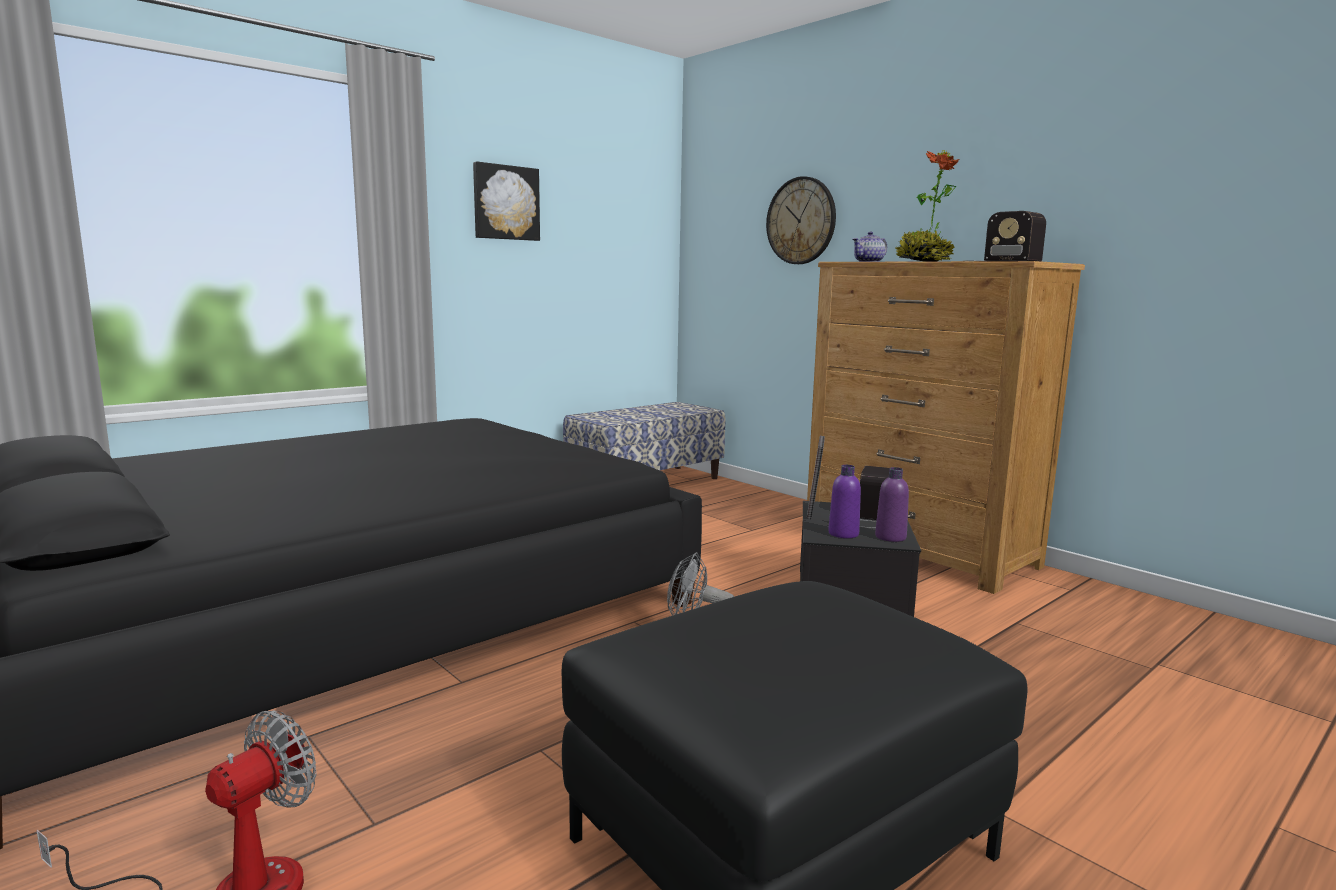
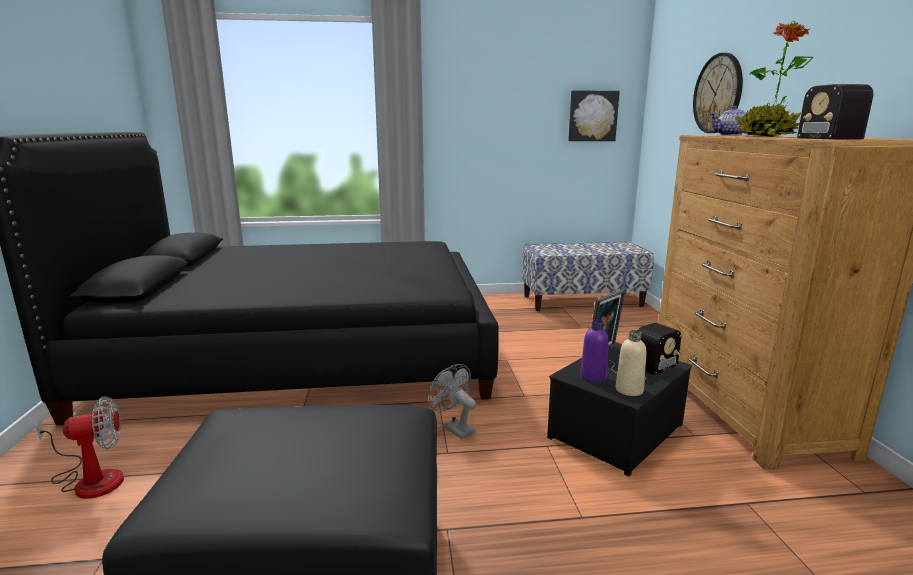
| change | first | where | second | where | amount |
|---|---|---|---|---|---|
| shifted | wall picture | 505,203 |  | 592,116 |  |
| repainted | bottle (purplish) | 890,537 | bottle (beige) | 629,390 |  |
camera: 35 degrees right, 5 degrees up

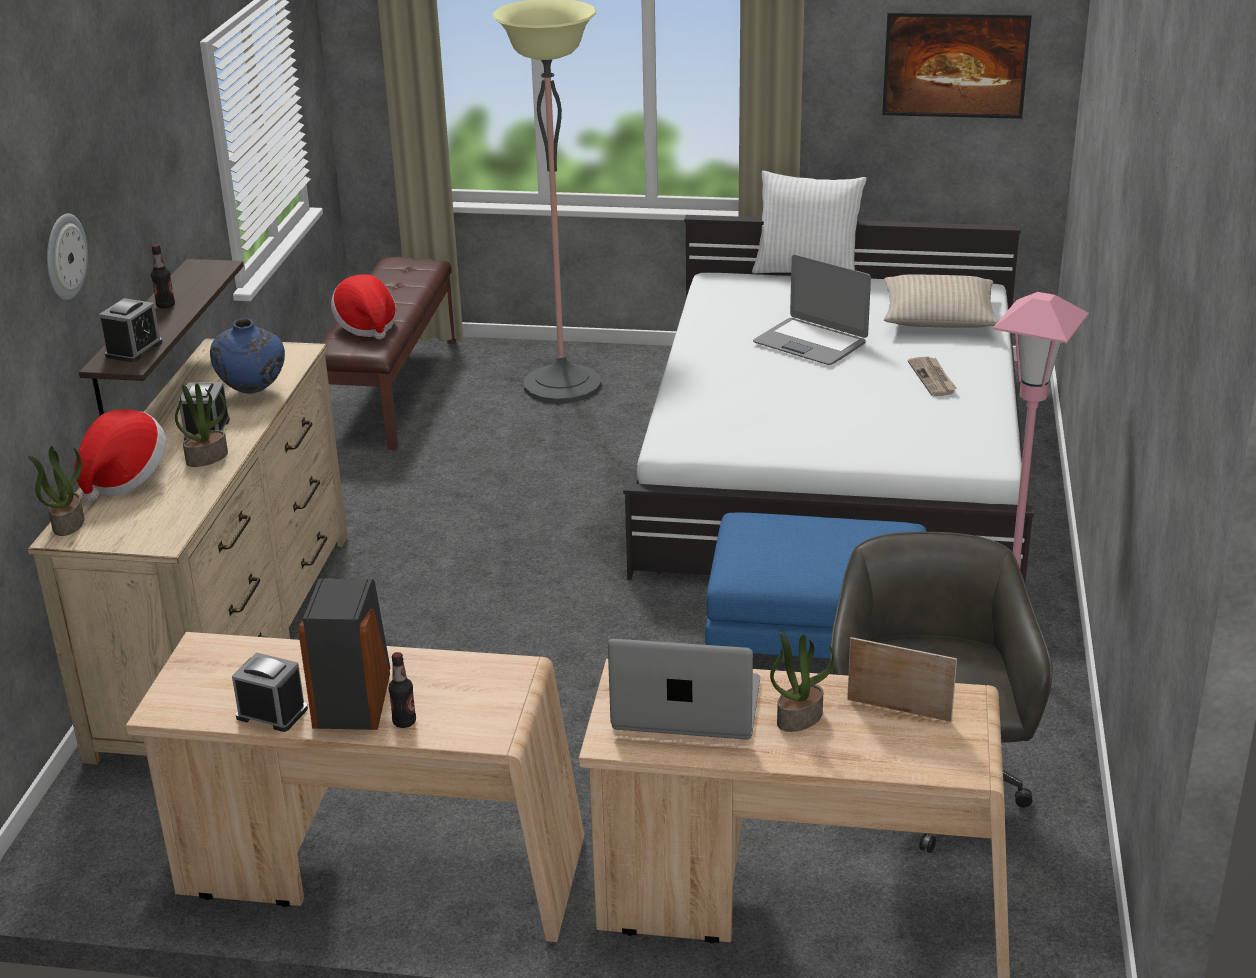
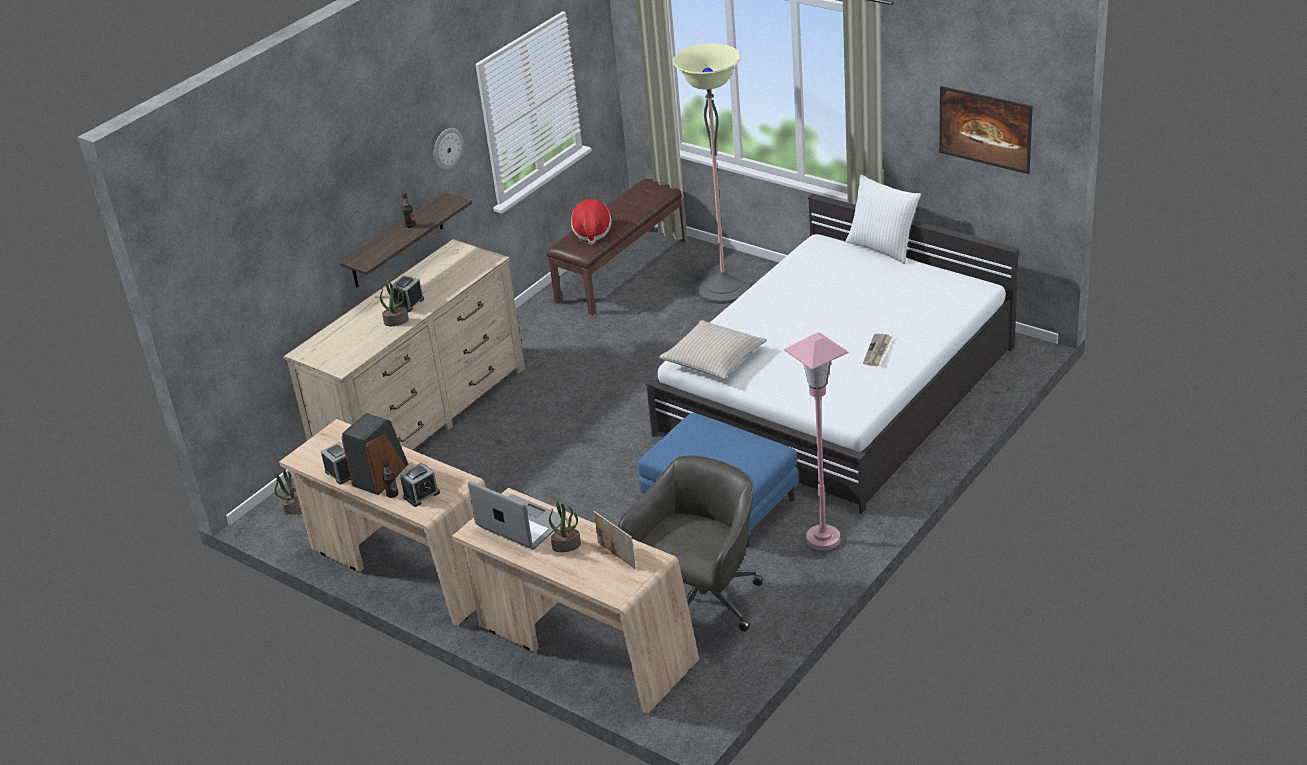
| change | first | where | second | where | amount |
|---|---|---|---|---|---|
| shifted | wall clock | 64,256 |  | 447,148 |  |
| gone | portable computer | 810,343 |  |  |  |
| shifted | pillow (beige) | 938,316 |  | 713,359 |  |
| shifted | bedside clock | 134,349 |  | 421,495 |  |
| gone | flower vase (bluish) | 253,391 |  |  |  |
| gone | clothing hat | 124,478 |  |  |  |
| shifted | potted plant | 68,523 |  | 293,506 |  |
camera: 30 degrees right, 5 degrees up

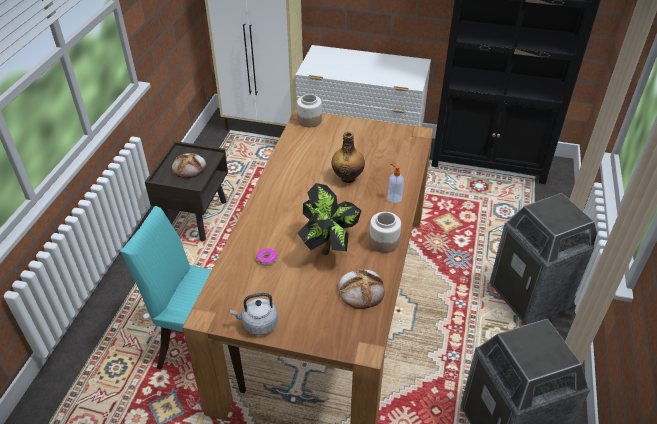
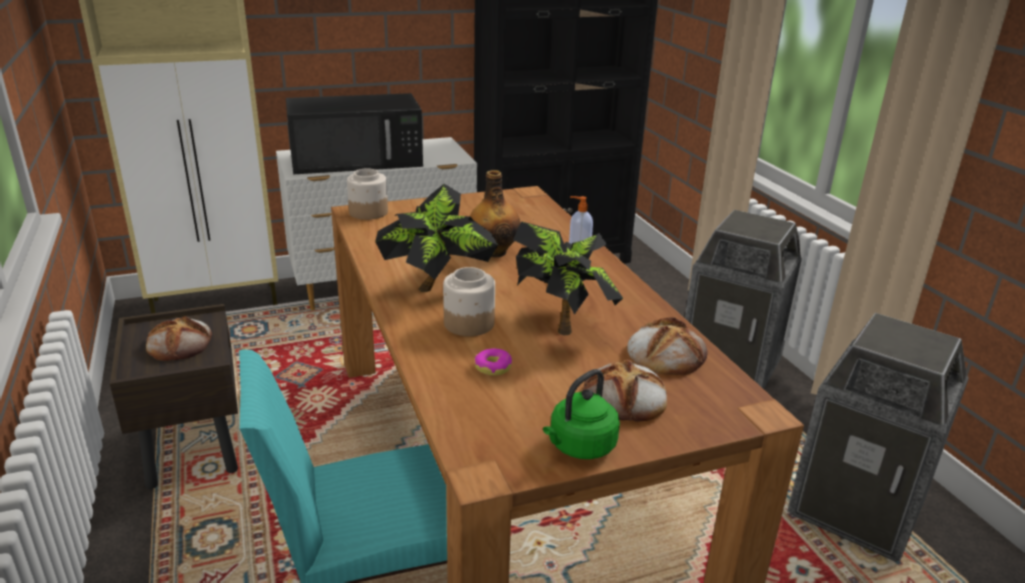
| change | first | where | second | where | amount |
|---|---|---|---|---|---|
| shifted | jar | 383,242 |  | 468,323 |  |
| repainted | water kettle (gray) | 258,324 | water kettle (green-coloured) | 580,447 |  |
| new |  |  | kitchen microwave (black-coloured) | 358,159 |  |
| new |  |  | potted plant | 438,286 |  |
| new |  |  | bakery bread | 625,399 |  |
camera: 35 degrees left, 15 degrees down

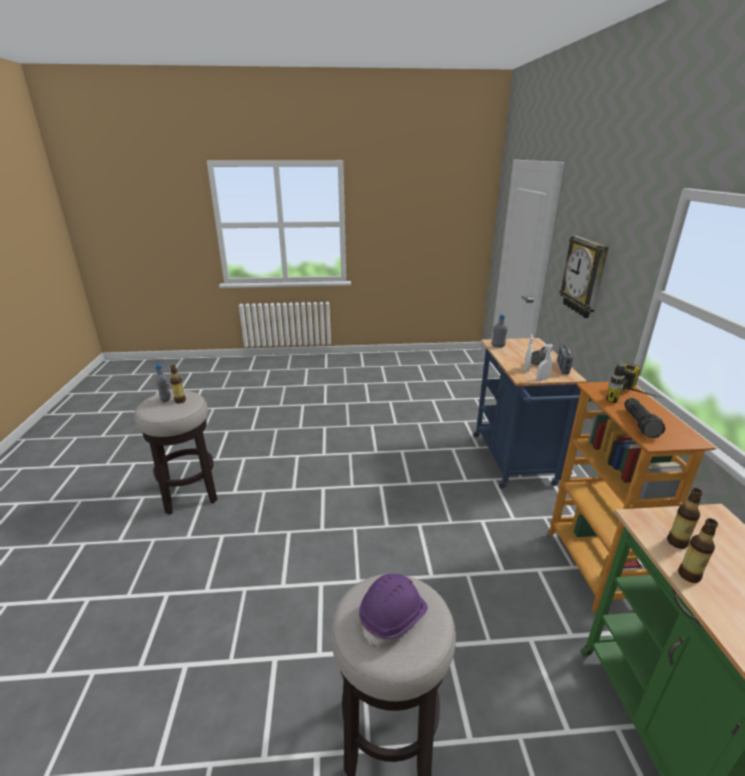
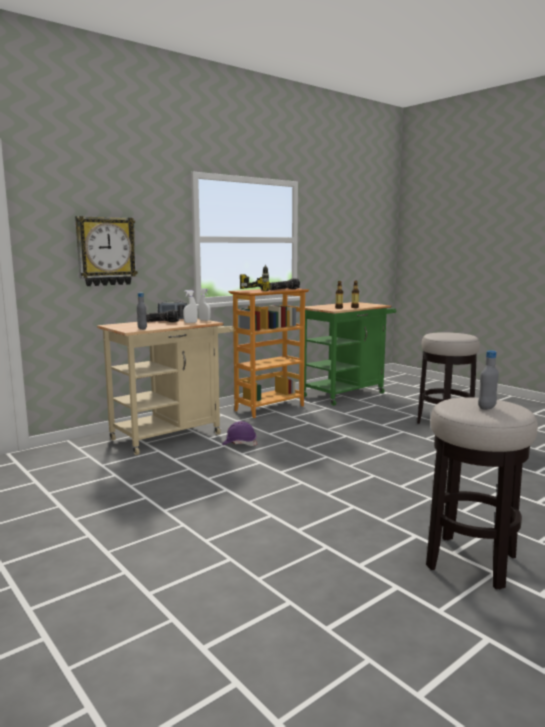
| change | first | where | second | where | amount |
|---|---|---|---|---|---|
| repainted | trolley (bluish) | 515,463 | trolley (beige) | 172,435 |  |
| gone | bottle | 180,401 |  |  |  |
| shifted | safety helmet (purplish) | 394,617 |  | 239,444 |  |
camera: 125 degrees left, 15 degrees down

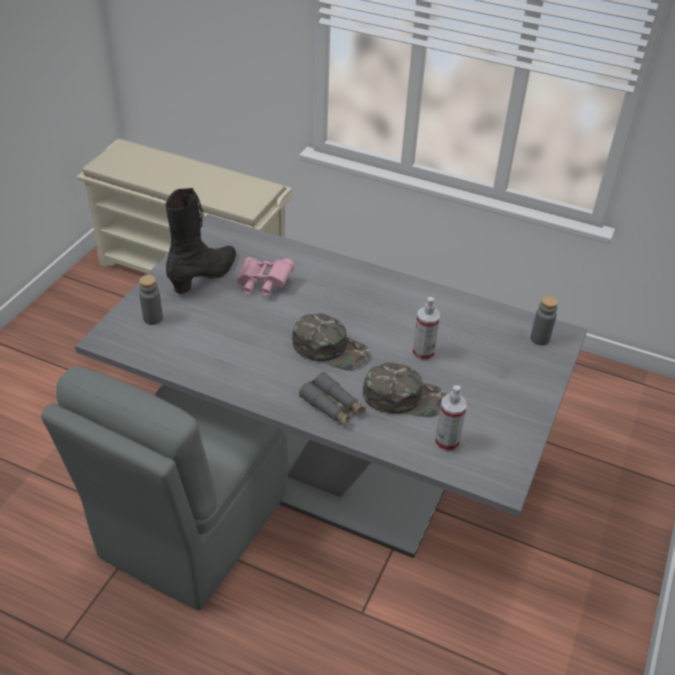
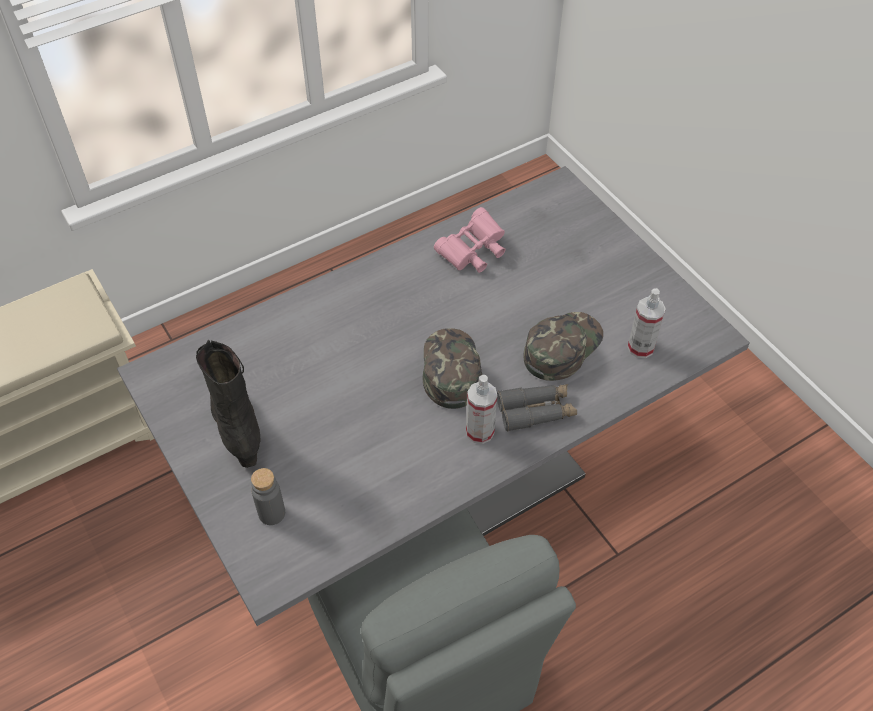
| change | first | where | second | where | amount |
|---|---|---|---|---|---|
| shifted | binoculars (pinkish) | 263,284 |  | 473,252 |  |
| gone | bottle (gray) | 539,339 |  |  |  |
| shifted | hand sprayer | 423,353 |  | 480,432 |  |
| rotated | cap (green-coloured) | 330,348 |  | 450,370 | 60 degrees counterclockwise |
camera: 55 degrees left, 10 degrees up

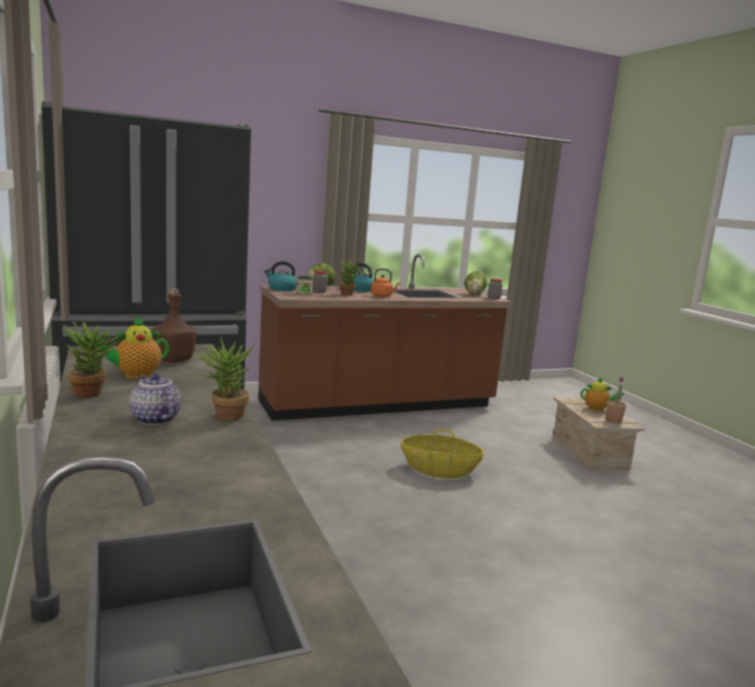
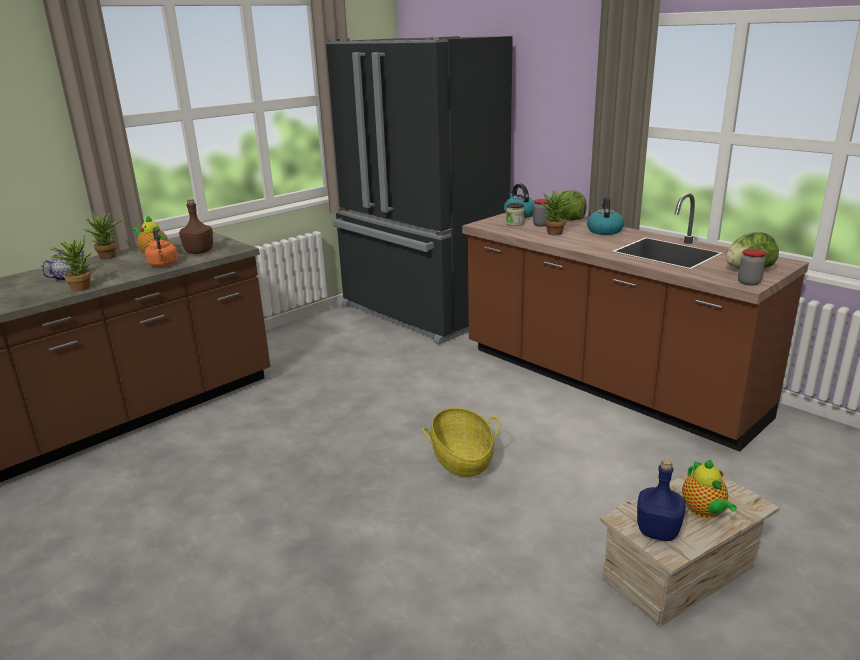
| change | first | where | second | where | amount |
|---|---|---|---|---|---|
| shifted | water kettle (orangey) | 382,296 |  | 163,265 |  |
| swapped | potted plant | 613,420 | bottle (bluish) | 658,531 |  |
camera: 70 degrees right, 10 degrees up

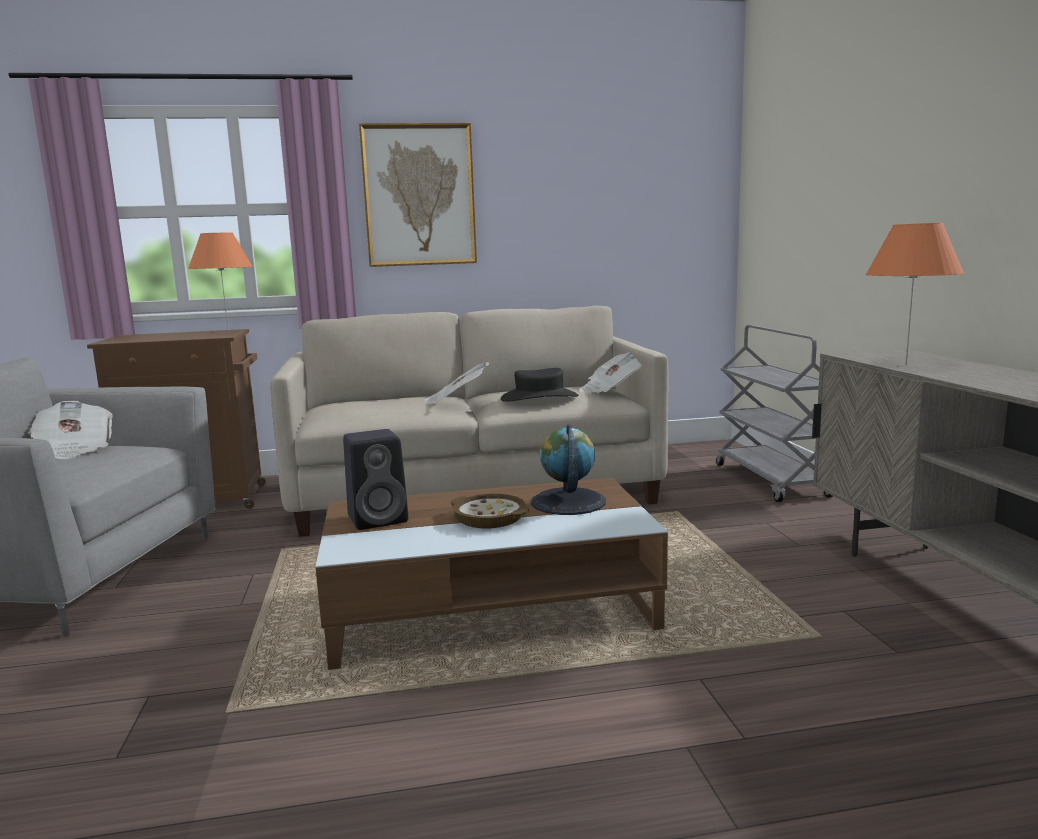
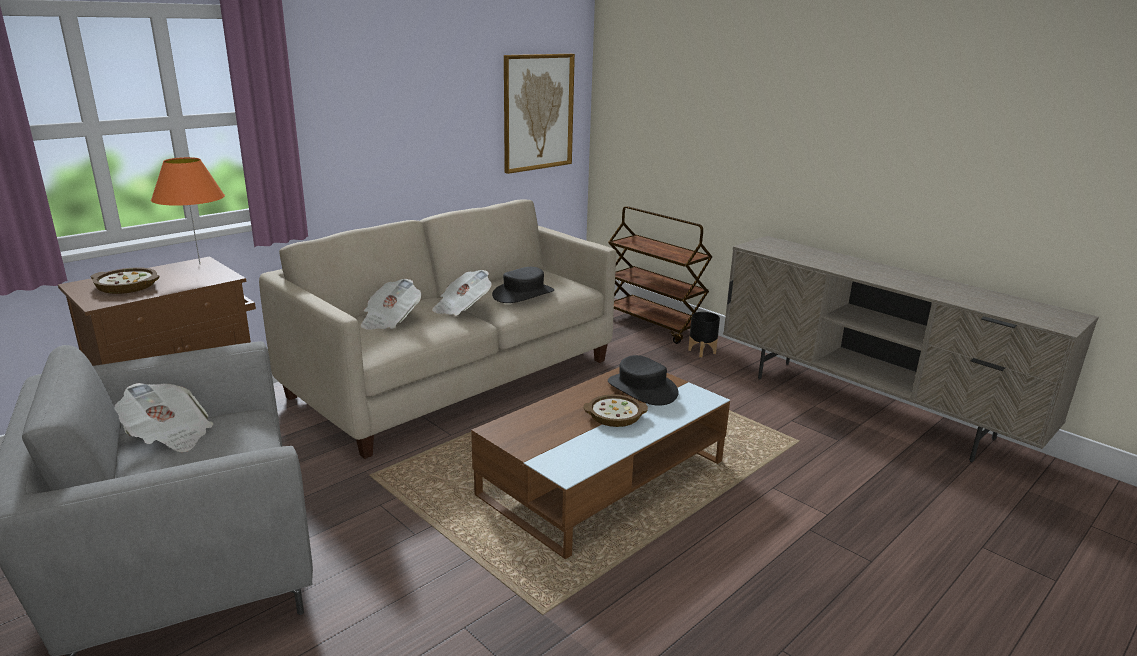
| change | first | where | second | where | amount |
|---|---|---|---|---|---|
| shifted | wall picture | 419,195 |  | 538,112 |  |
| gone | tabletop lamp (orangey) | 906,365 |  |  |  |
| repainted | trolley (gray) | 772,480 | trolley (brownish) | 653,324 |  |
| shifted | newspaper | 611,390 |  | 390,320 |  |
| swapped | desk globe | 568,502 | clothing hat (black-coloured) | 641,389 |  |
| gone | loudspeaker (black-coloured) | 380,519 |  |  |  |
| new |  |  | bowl | 127,286 |  |
| new |  |  | planter (black-coloured) | 701,351 |  |
camera: 35 degrees left, 10 degrees up

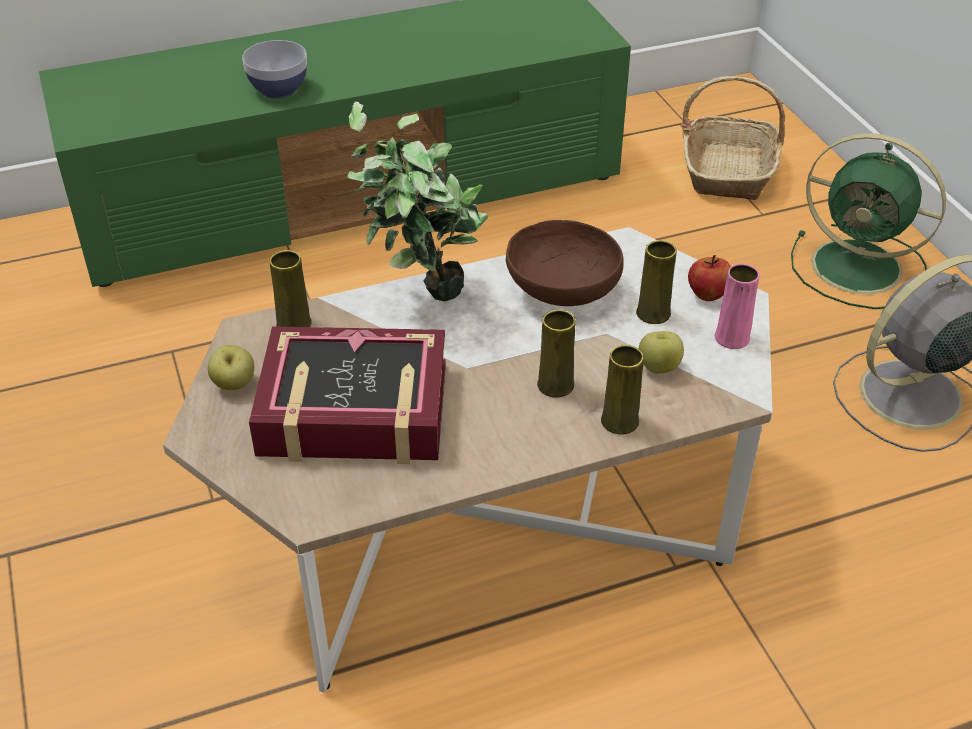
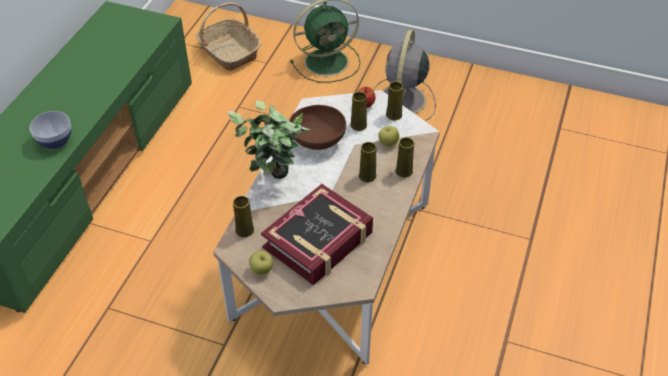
| change | first | where | second | where | amount |
|---|---|---|---|---|---|
| repainted | flower vase (pinkish) | 732,338 | flower vase (yellowish) | 394,115 |  |
camera: 50 degrees left, 5 degrees up

